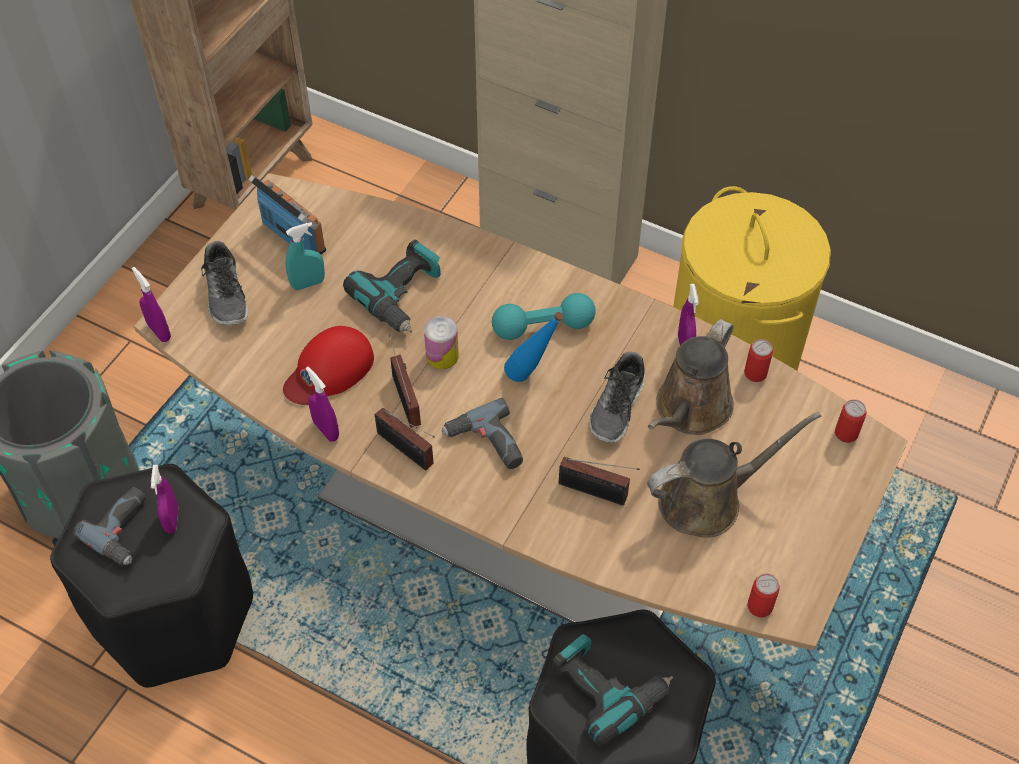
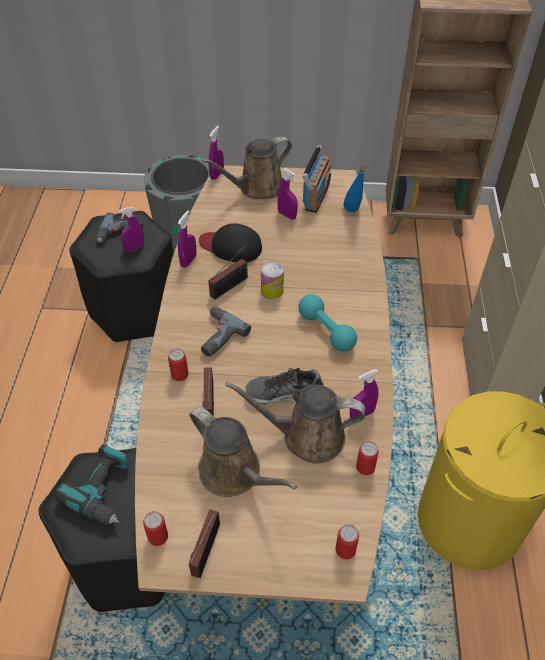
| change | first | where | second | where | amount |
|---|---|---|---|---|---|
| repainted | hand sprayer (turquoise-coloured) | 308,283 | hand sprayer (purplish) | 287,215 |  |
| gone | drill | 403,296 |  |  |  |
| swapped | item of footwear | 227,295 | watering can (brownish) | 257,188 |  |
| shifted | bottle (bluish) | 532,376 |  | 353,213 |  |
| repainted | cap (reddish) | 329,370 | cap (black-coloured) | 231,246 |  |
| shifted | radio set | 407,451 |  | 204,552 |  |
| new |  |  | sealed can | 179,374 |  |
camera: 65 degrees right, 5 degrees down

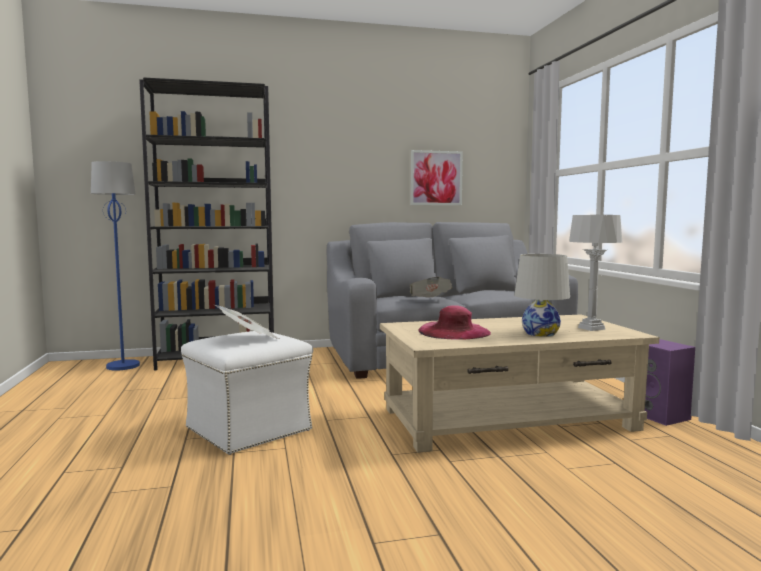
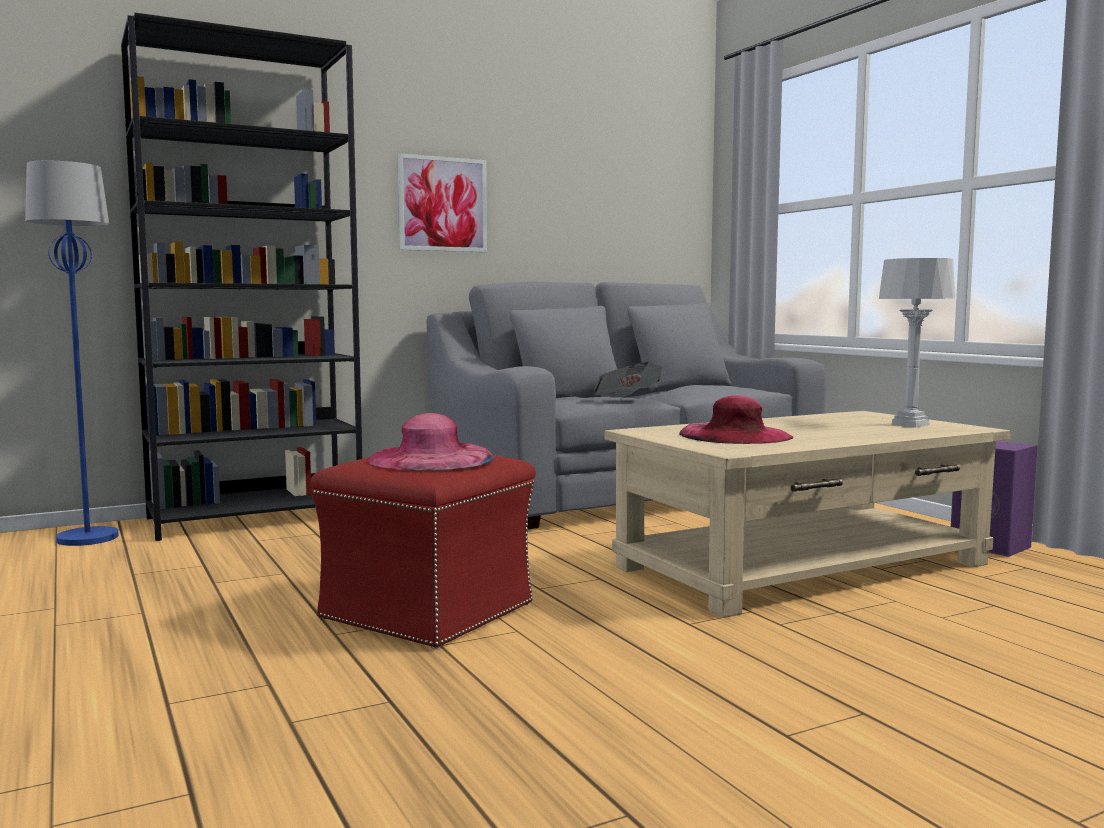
| change | first | where | second | where | amount |
|---|---|---|---|---|---|
| shifted | wall picture | 436,178 |  | 442,204 |  |
| gone | tabletop lamp (white-coloured) | 540,333 |  |  |  |
| swapped | newspaper | 248,339 | clothing hat (pinkish) | 431,458 |  |
| repainted | ottoman (white-coloured) | 250,428 | ottoman (reddish) | 429,610 |  |
camera: 15 degrees left, 0 degrees up

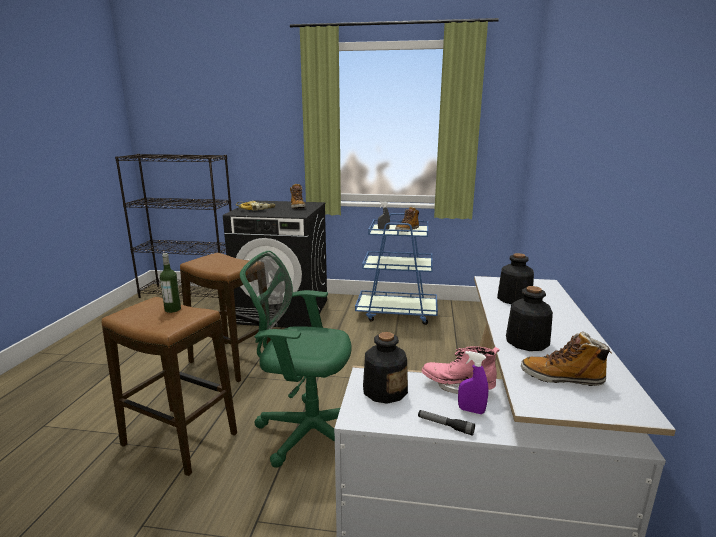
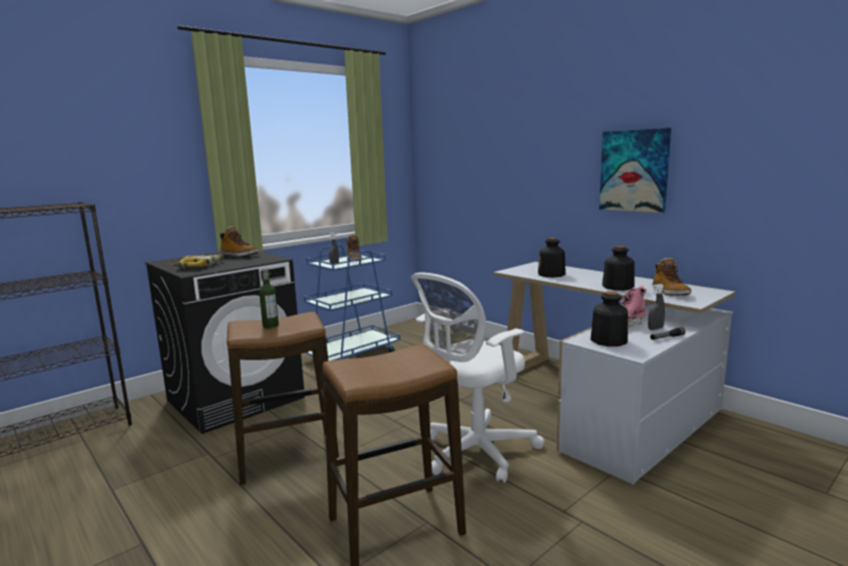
| change | first | where | second | where | amount |
|---|---|---|---|---|---|
| repainted | computer chair (green-coloured) | 307,432 | computer chair (white-coloured) | 474,453 |  |
| shifted | bottle | 172,309 |  | 270,326 |  |
| rotated | high-top boot | 562,378 |  | 669,292 | 60 degrees counterclockwise |
| repainted | hand sprayer (purplish) | 471,410 | hand sprayer (gray) | 655,329 |  |
| new |  |  | wall picture | 634,170 |  |
camera: 50 degrees left, 5 degrees down

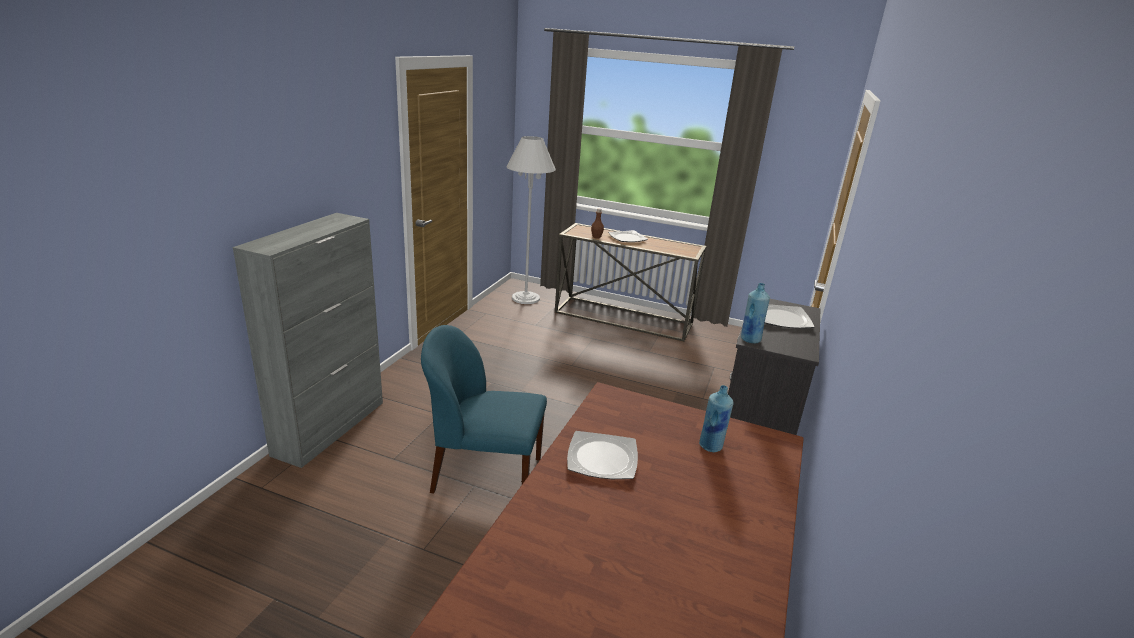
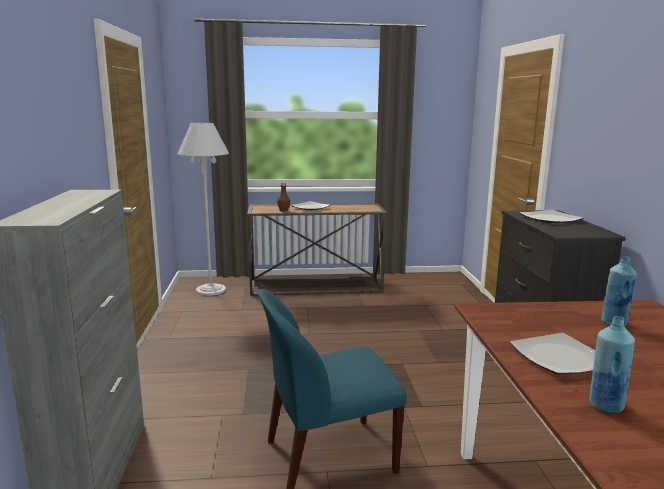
| change | first | where | second | where | amount |
|---|---|---|---|---|---|
| shifted | bottle (bluish) | 750,339 |  | 605,405 |  |
camera: 25 degrees left, 10 degrees down

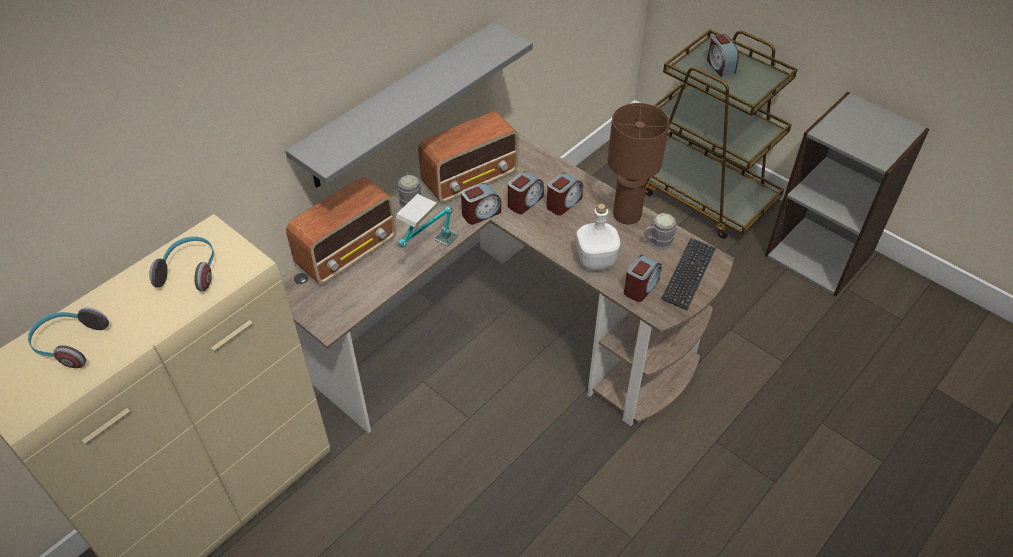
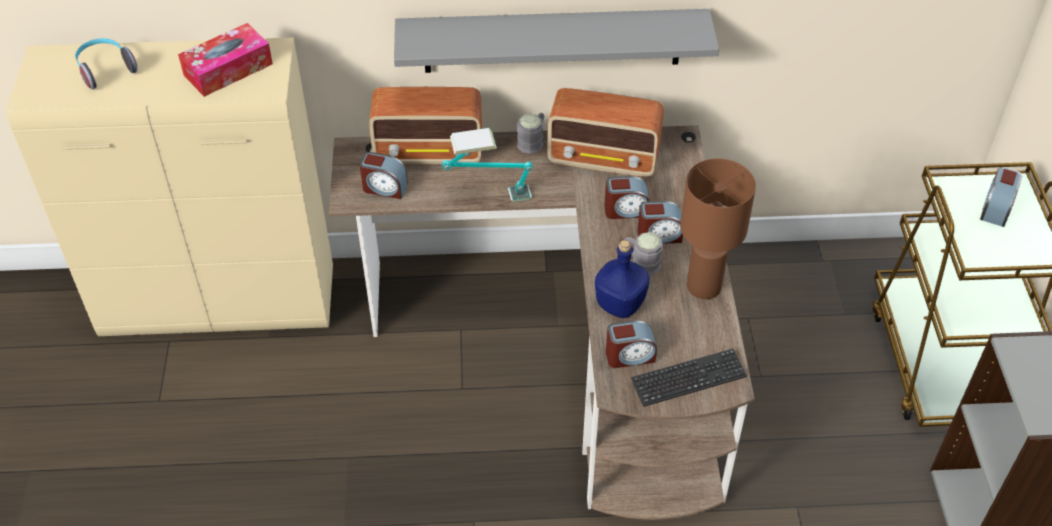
| change | first | where | second | where | amount |
|---|---|---|---|---|---|
| shifted | bedside clock | 481,213 |  | 384,188 |  |
| repainted | bottle (white-coloured) | 595,260 | bottle (bluish) | 620,303 |  |
| shifted | mug (gray) | 656,242 |  | 640,262 |  |
| swapped | headset | 190,271 | tissue holder | 228,69 |  |
camera: 45 degrees right, 0 degrees up

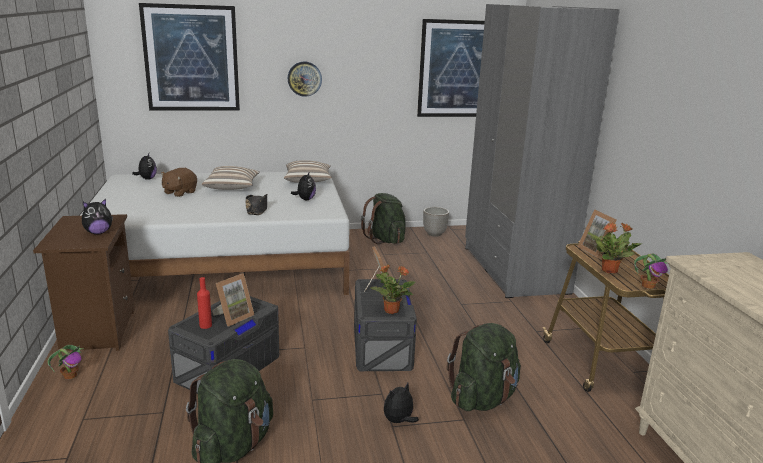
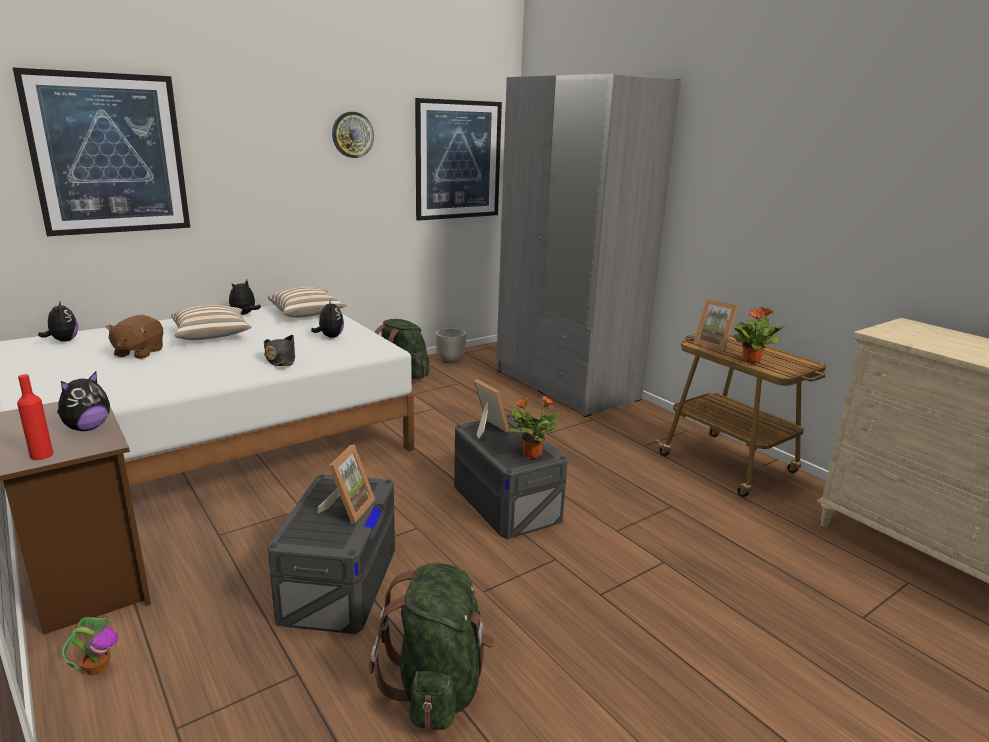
| change | first | where | second | where | amount |
|---|---|---|---|---|---|
| shifted | wall clock | 304,79 |  | 352,135 |  |
| gone | potted plant | 648,286 |  |  |  |
| shifted | bottle (reddish) | 205,325 |  | 41,455 |  |
| gone | rucksack (green-coloured) | 482,399 |  |  |  |
| shifted | plush toy | 399,421 |  | 244,314 |  |
camera: 25 degrees left, 0 degrees up

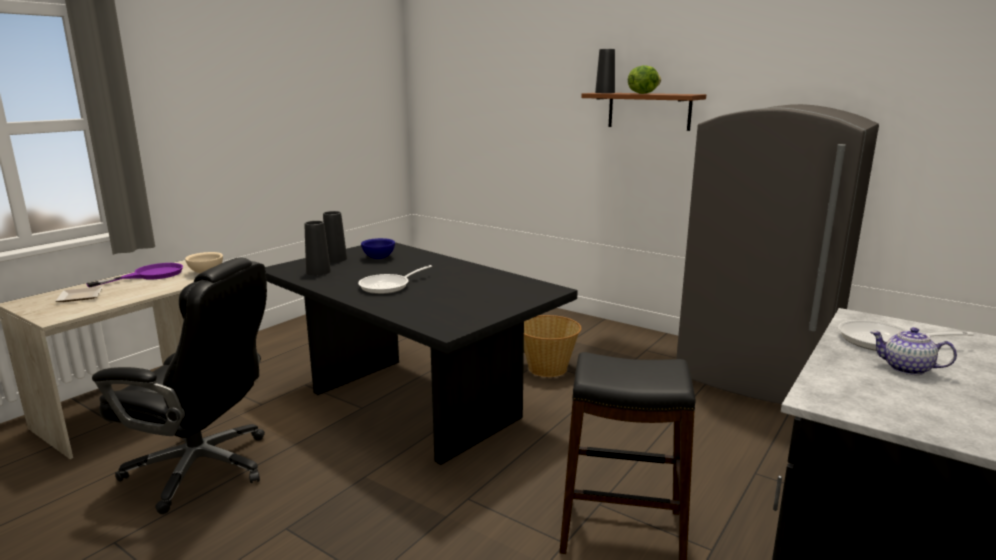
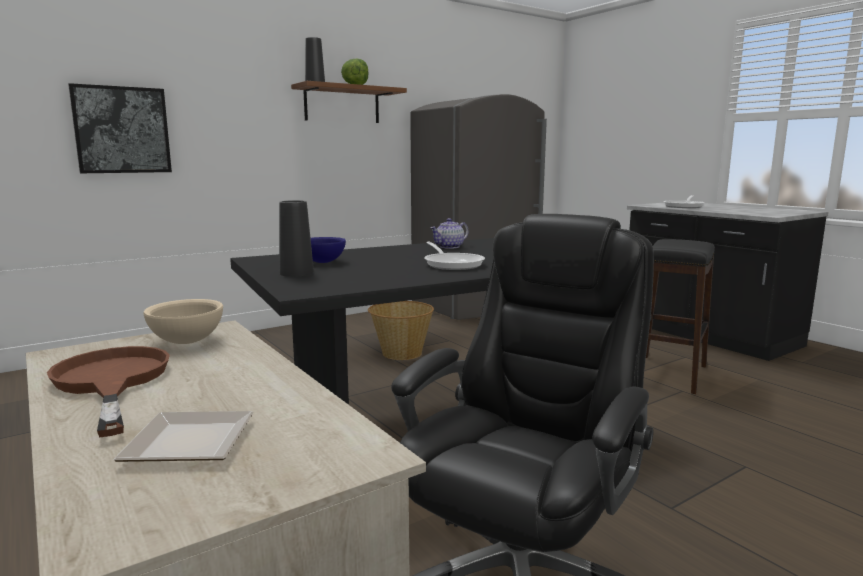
| change | first | where | second | where | amount |
|---|---|---|---|---|---|
| gone | flower vase (black-coloured) | 318,272 |  |  |  |
| repainted | skillet (purplish) | 150,275 | skillet (brownish) | 111,382 |  |
| shifted | tea pot | 906,369 |  | 449,247 |  |
| new |  |  | wall picture | 122,130 |  |
camera: 70 degrees left, 5 degrees down

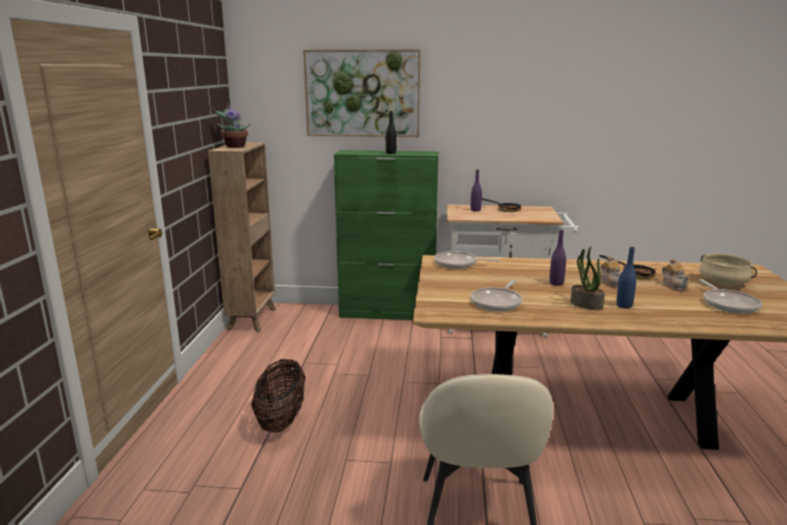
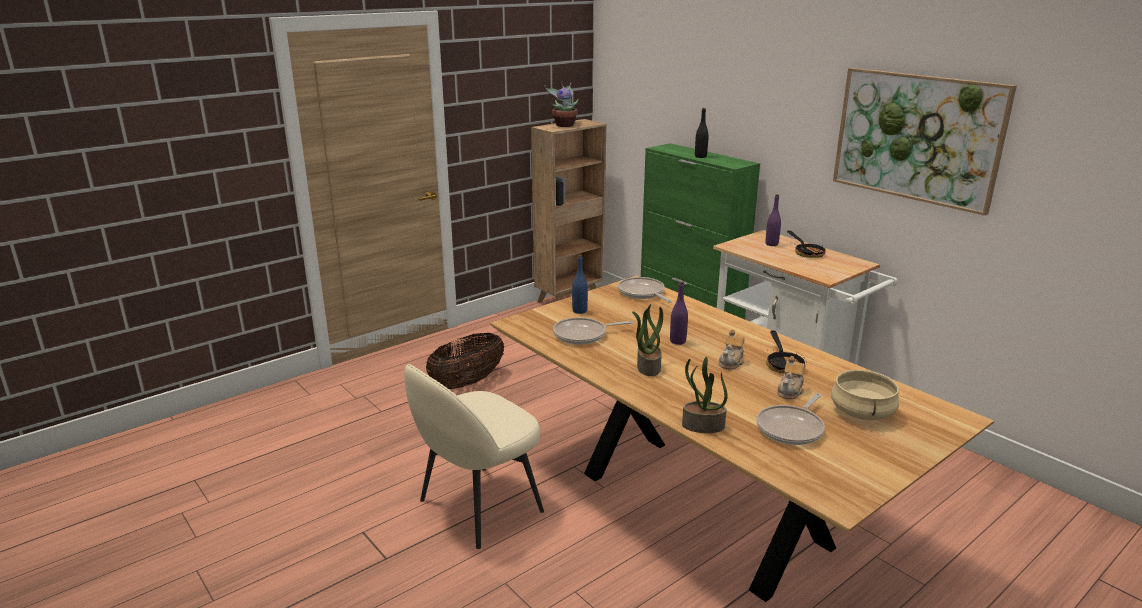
| change | first | where | second | where | amount |
|---|---|---|---|---|---|
| shifted | wall picture | 362,93 |  | 917,137 |  |
| shifted | bottle (bluish) | 624,305 |  | 579,311 |  |
| new |  |  | potted plant | 702,426 |  |
camera: 45 degrees right, 5 degrees up

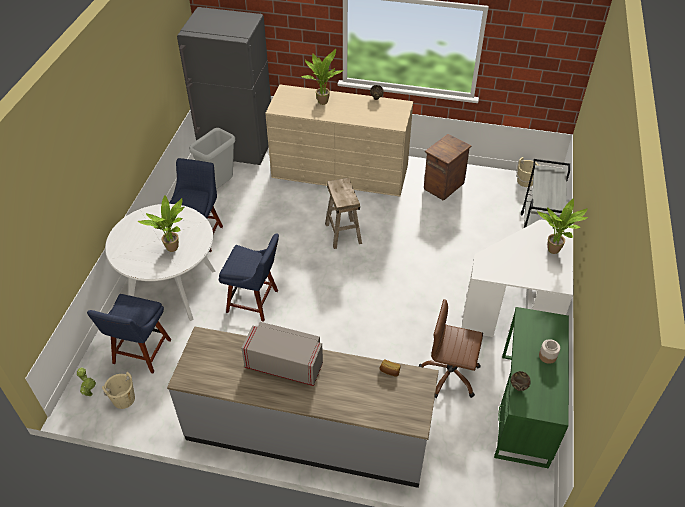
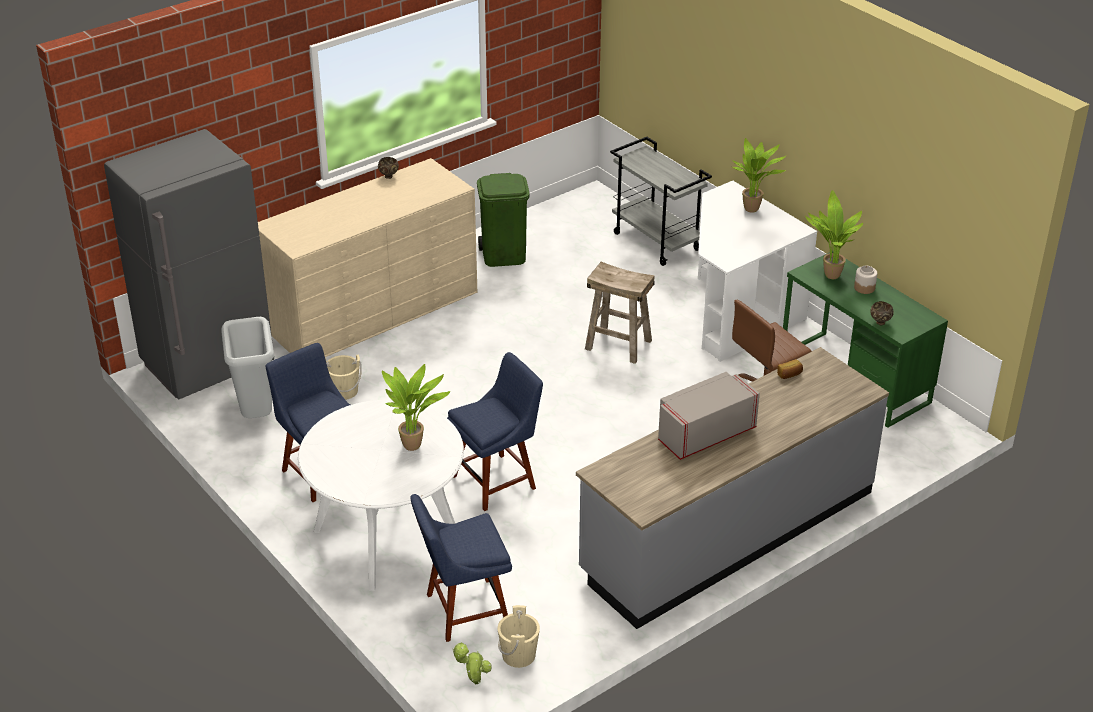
| change | first | where | second | where | amount |
|---|---|---|---|---|---|
| shifted | potted plant | 322,101 |  | 829,275 |  |
| swapped | packing crate | 443,186 | waste bin (green-coloured) | 504,256 |  |
| shifted | pail (beige) | 525,181 |  | 344,391 |  |
| shifted | sitting stool (beige) | 342,233 |  | 618,345 |  |
| rotated | upright chair (bluish) | 140,354 |  | 463,611 | 105 degrees clockwise |
camera: 50 degrees left, 10 degrees down

